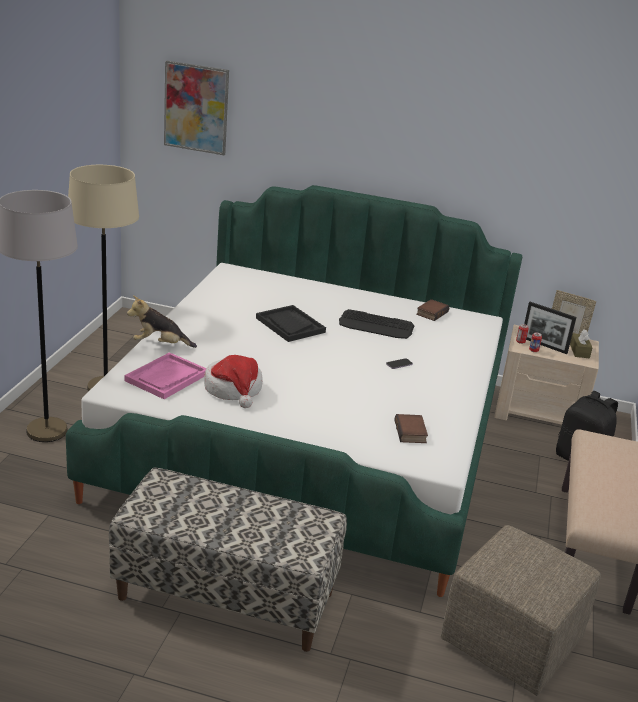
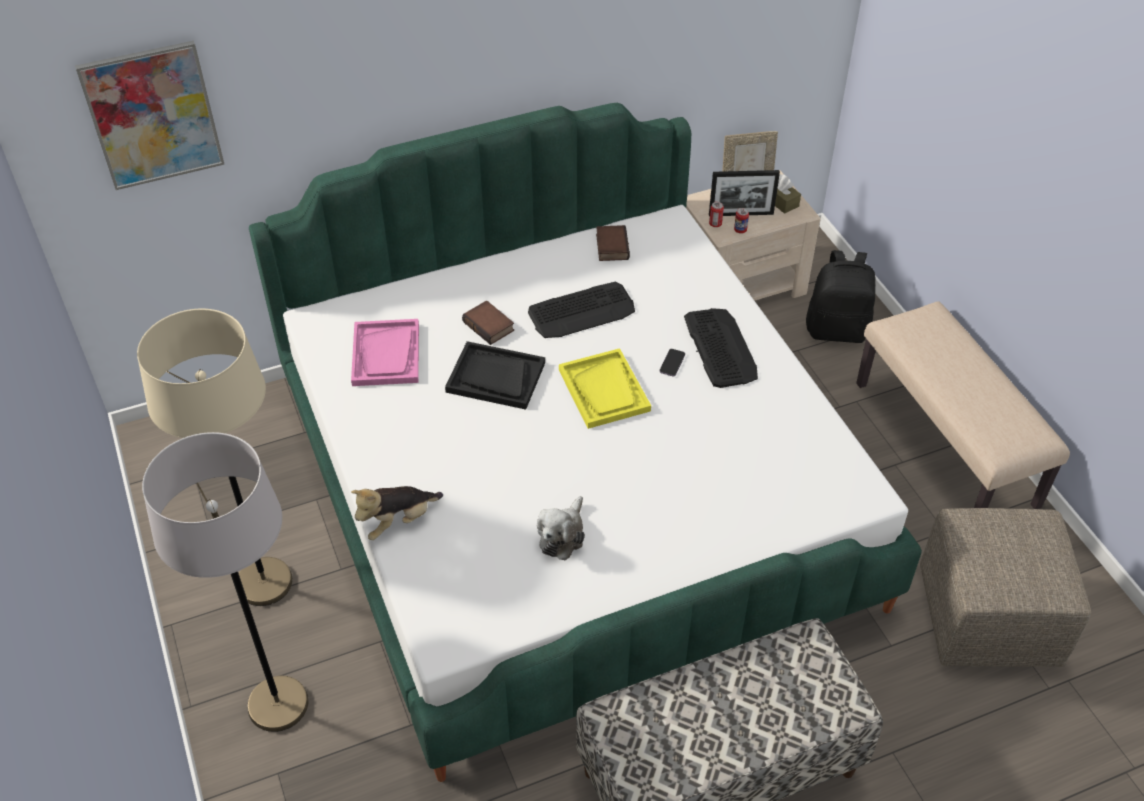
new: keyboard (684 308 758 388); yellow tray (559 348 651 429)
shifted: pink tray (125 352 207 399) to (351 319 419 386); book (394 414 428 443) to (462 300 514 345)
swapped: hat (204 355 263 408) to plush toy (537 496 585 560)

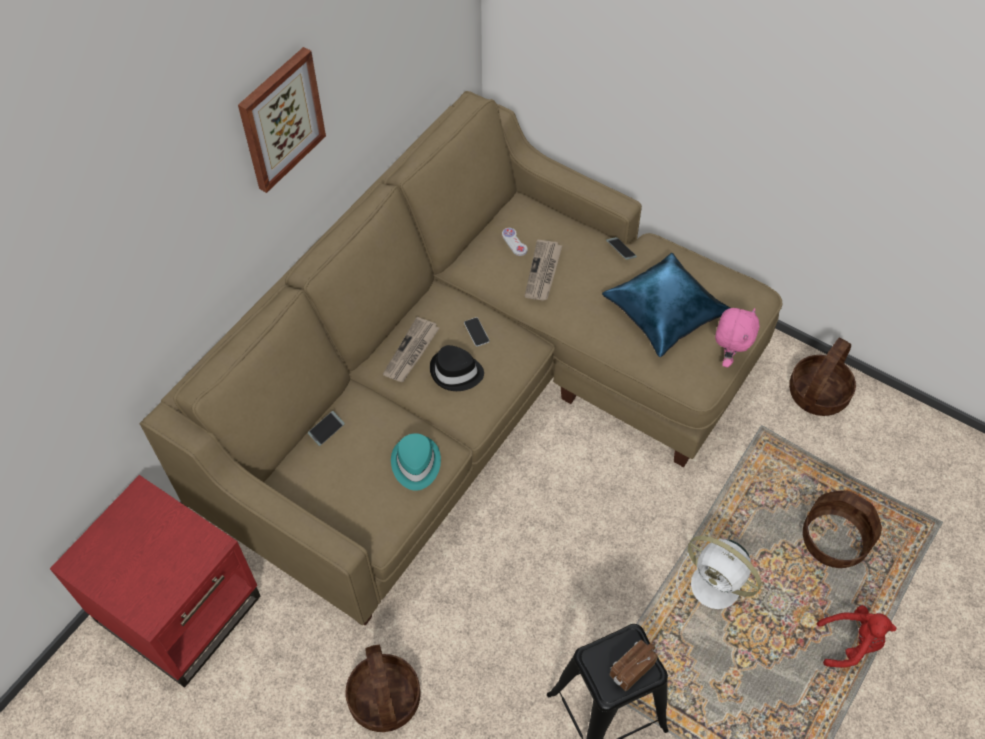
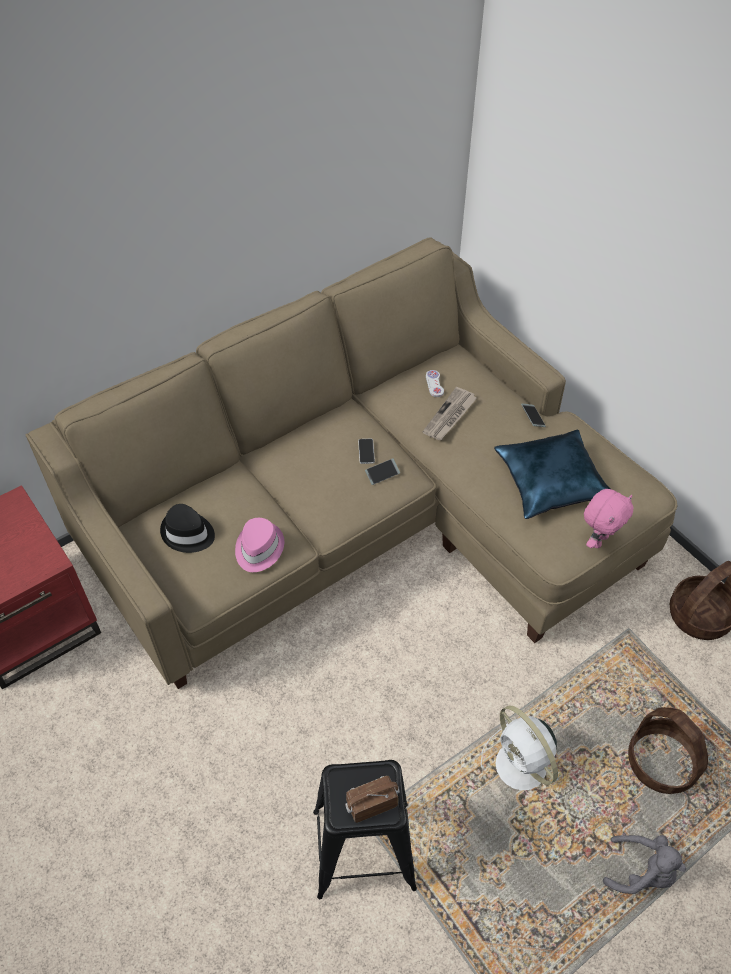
gone: picture (238 47 326 193); newspaper (383 317 439 382); basket (345 644 421 732)
shifted: black hat (430 345 484 391) to (160 504 215 553); phone (308 411 345 446) to (365 459 400 485)
repainted: turquoise hat (391 433 441 491) to pink hat (235 518 284 572); red plush toy (817 605 896 668) to grey plush toy (603 835 686 894)

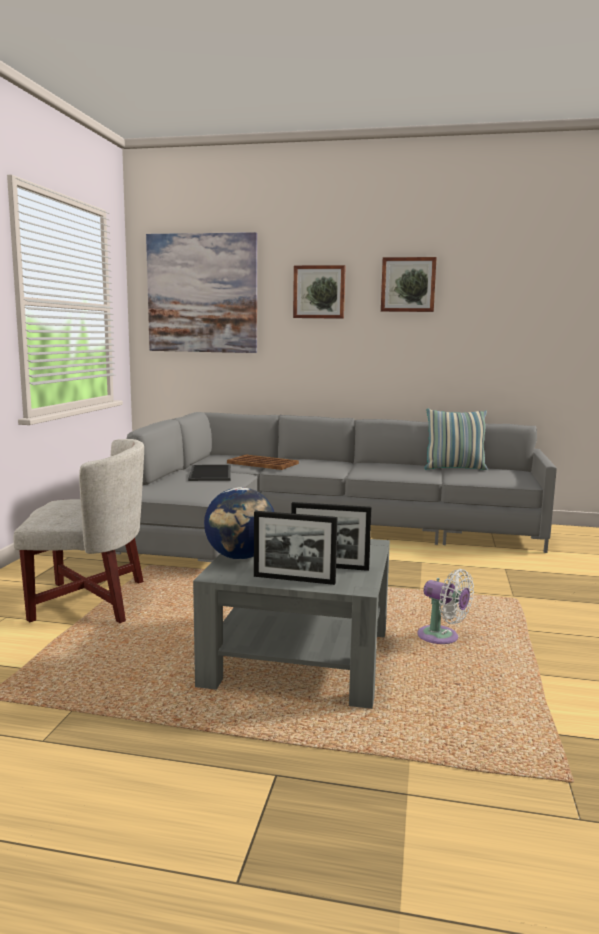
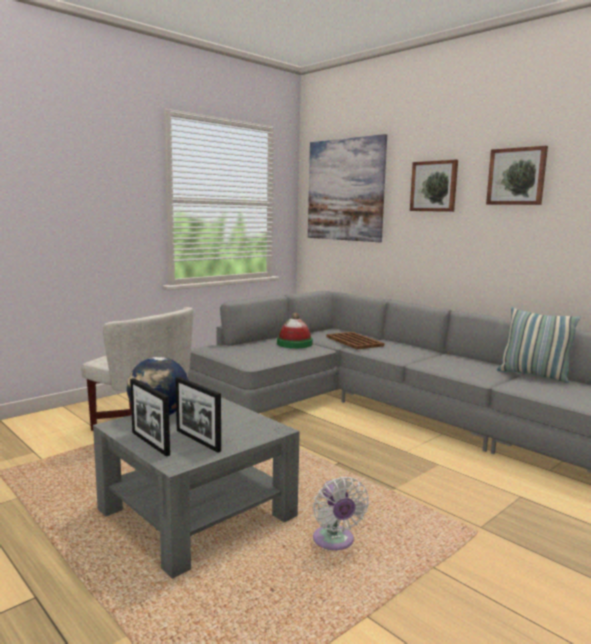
swapped: tray (188 464 231 481) to hat (277 313 313 348)

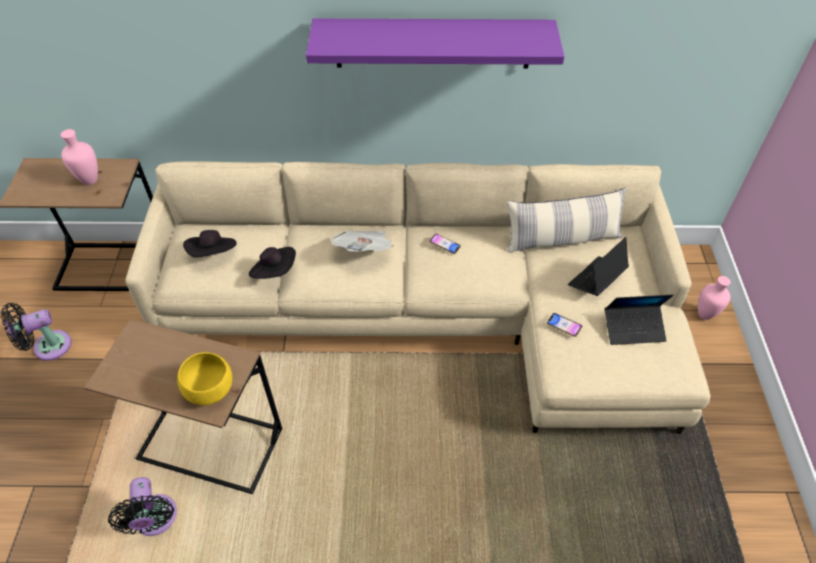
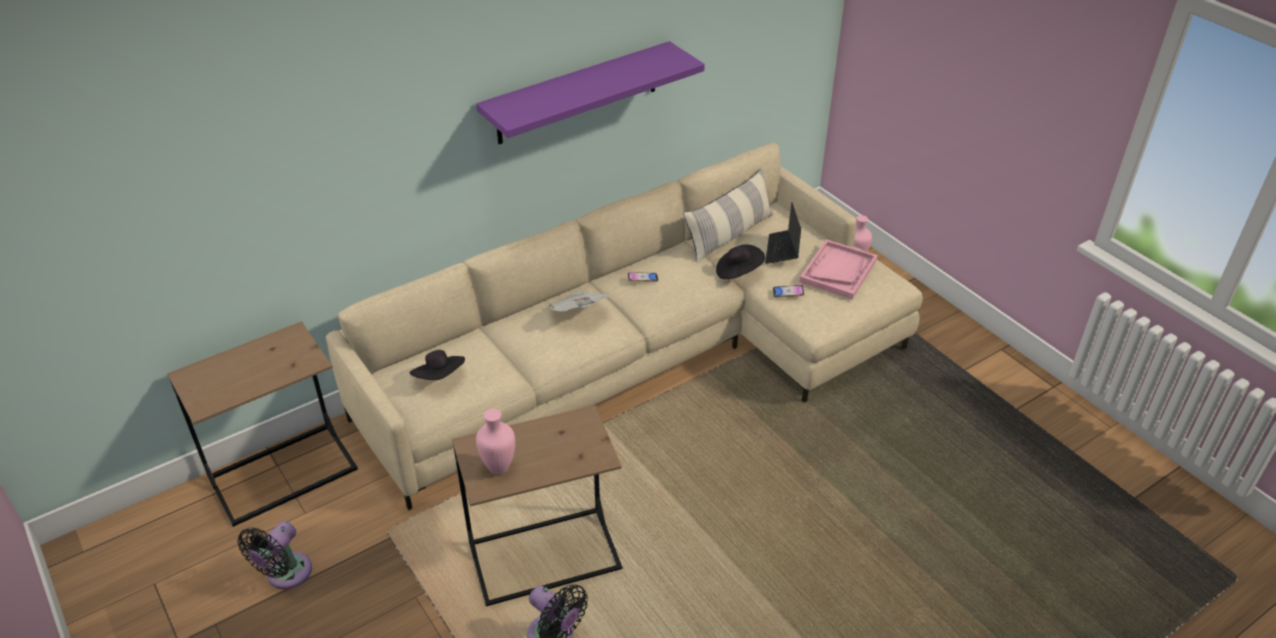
gone: yellow bowl (177 352 232 405)
shifted: pink vase (61 129 98 185) to (476 409 515 475); black hat (249 247 296 279) to (716 244 765 280)
swapped: laptop (605 294 674 345) to pink tray (800 239 878 299)

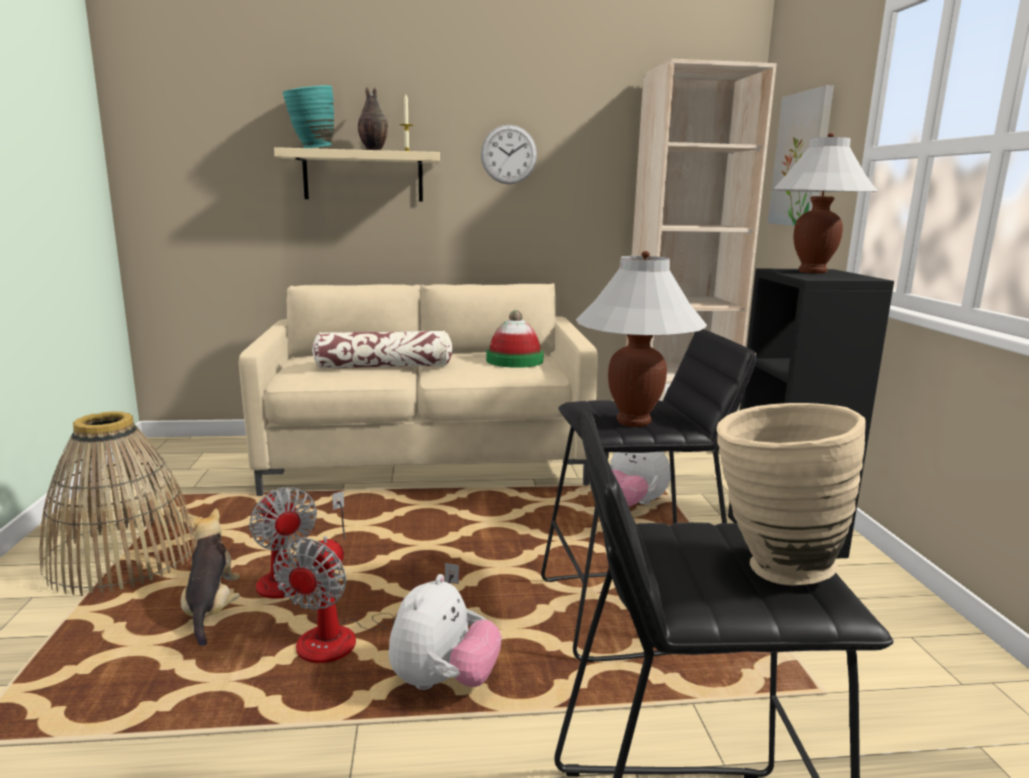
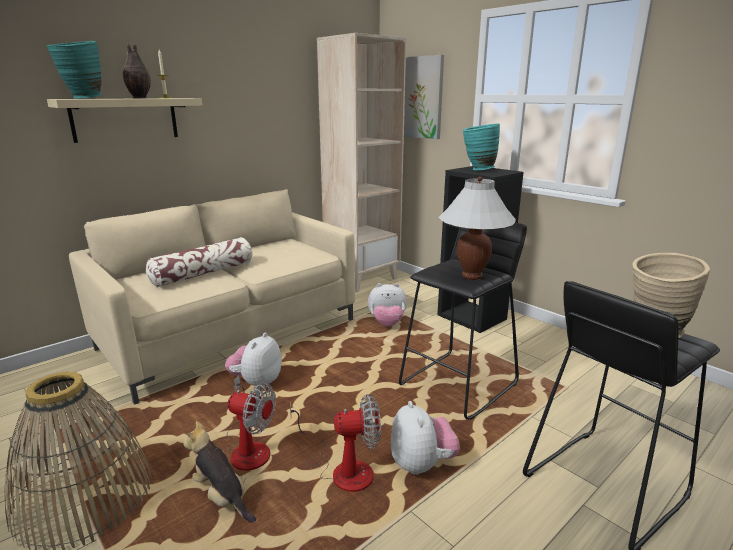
gone: wall clock (481 125 537 184); hat (486 310 544 368)
new: plush toy (225 332 282 388)
swapped: white table lamp (772 133 878 274) to turquoise vase (463 124 500 170)
rotated: fan (273 536 459 663) = (290 394 381 492) 75 degrees counterclockwise

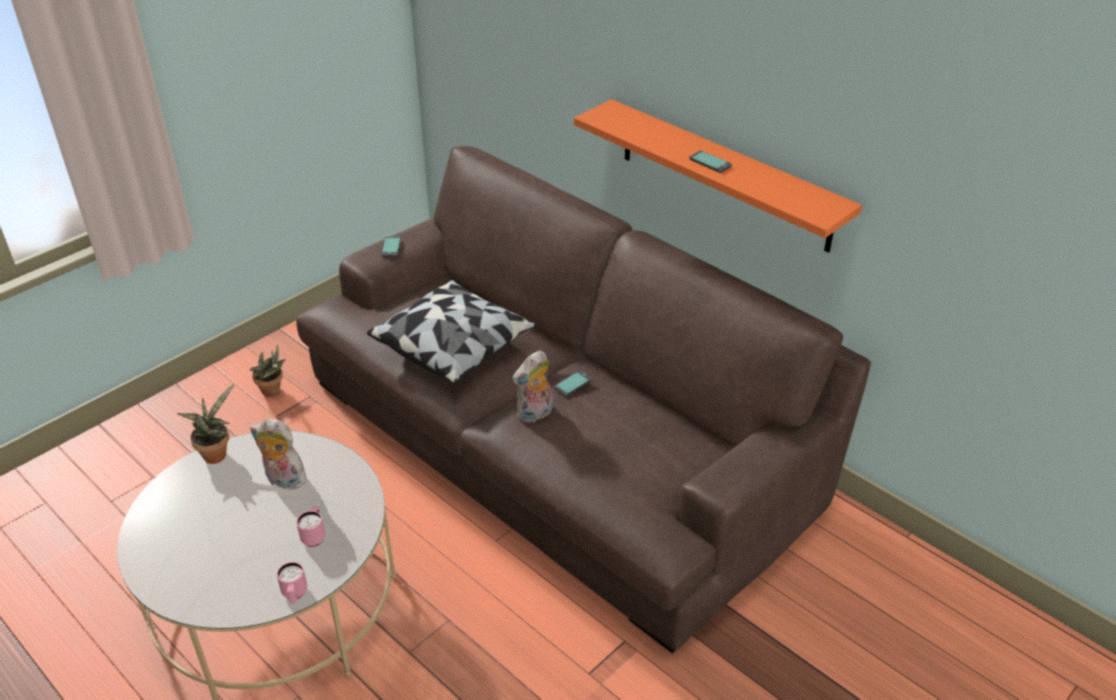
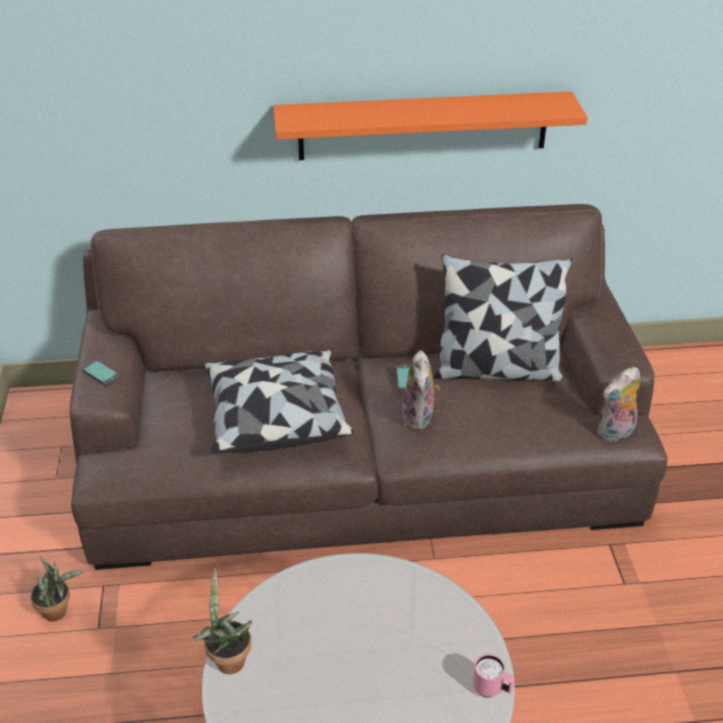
gone: phone (689 151 732 173); pink mug (296 506 325 547)
new: pillow (434 254 572 381)
shifted: plush toy (250 419 307 492) to (597 367 641 441)

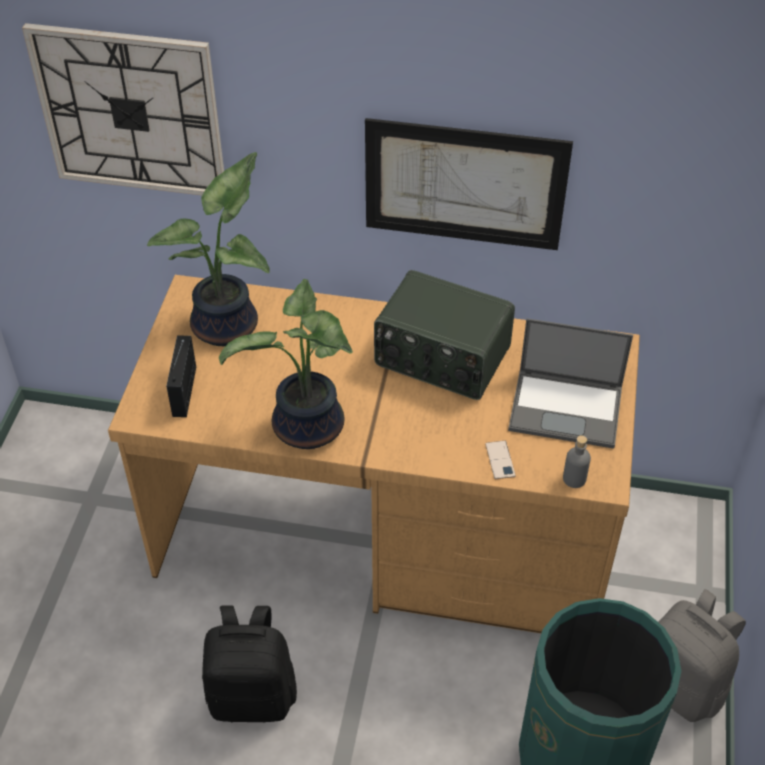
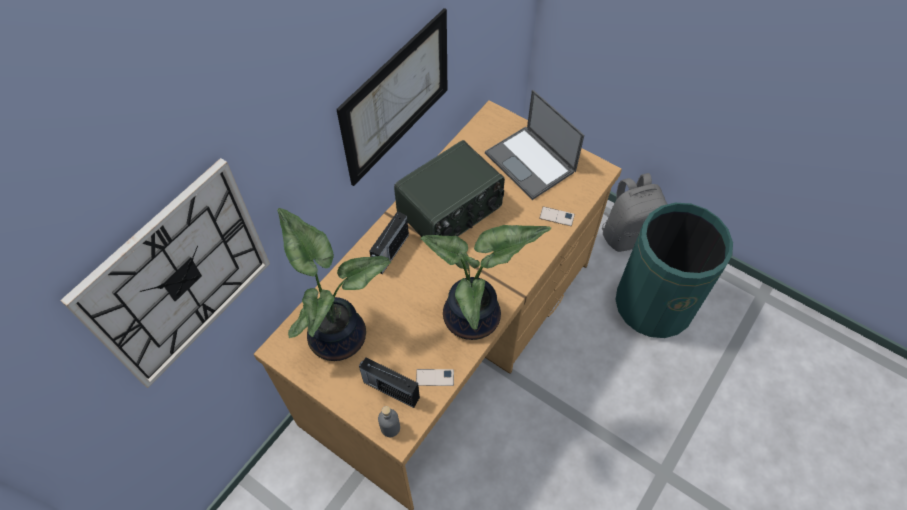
gone: black backpack (202 605 297 723)
new: radio (369 211 409 274); phone (416 369 454 386)
shifted: grey bottle (563 435 591 488) to (378 406 400 437)
rotated: laptop (508 318 633 449) = (485 90 584 200) 105 degrees clockwise

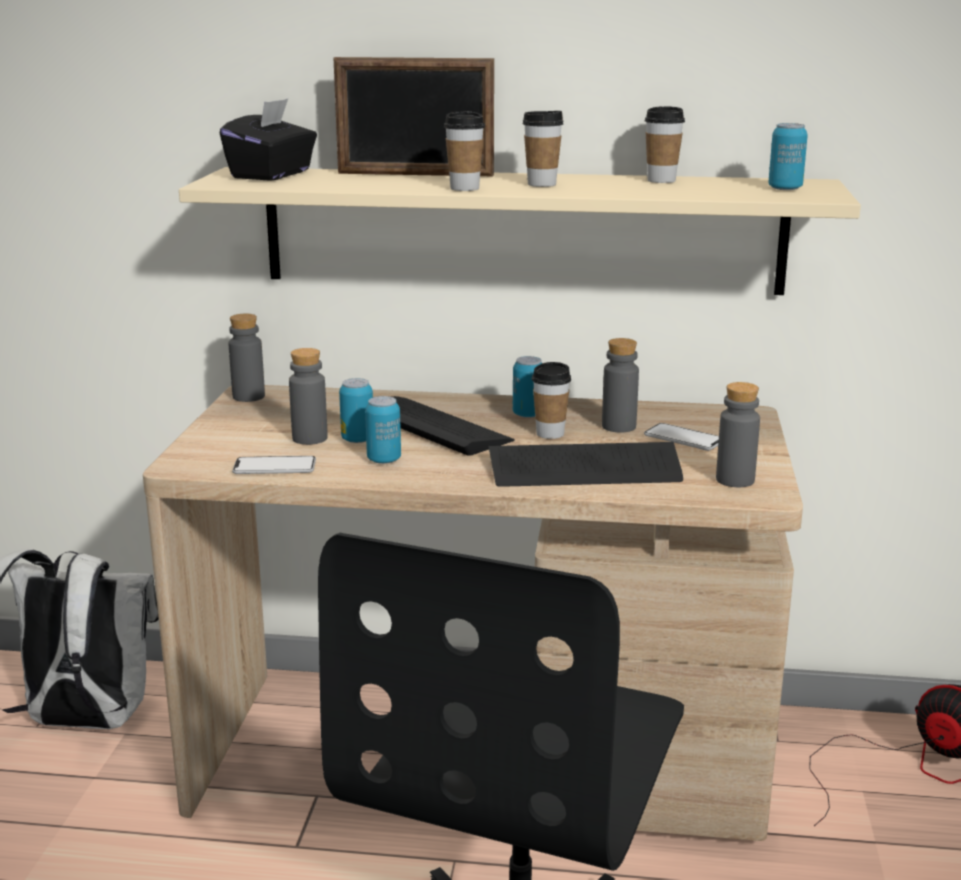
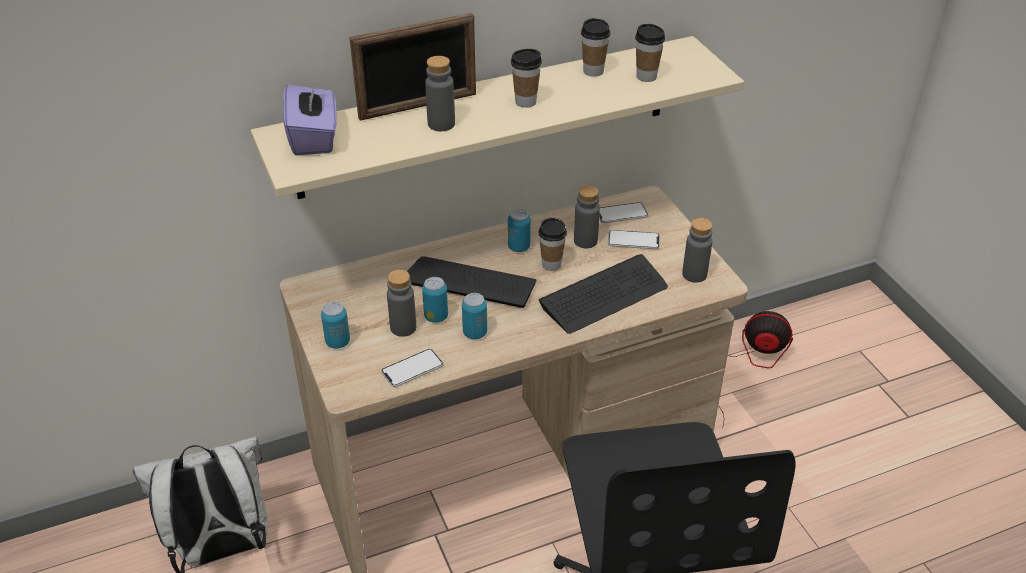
new: phone (599 202 648 223)
shifted: cup (444 112 485 191) to (635 24 665 82); can (768 123 808 190) to (321 302 350 349); grey bottle (229 314 265 402) to (425 56 455 131)
repainted: black tissue box (220 99 317 181) to purple tissue box (283 79 337 156)

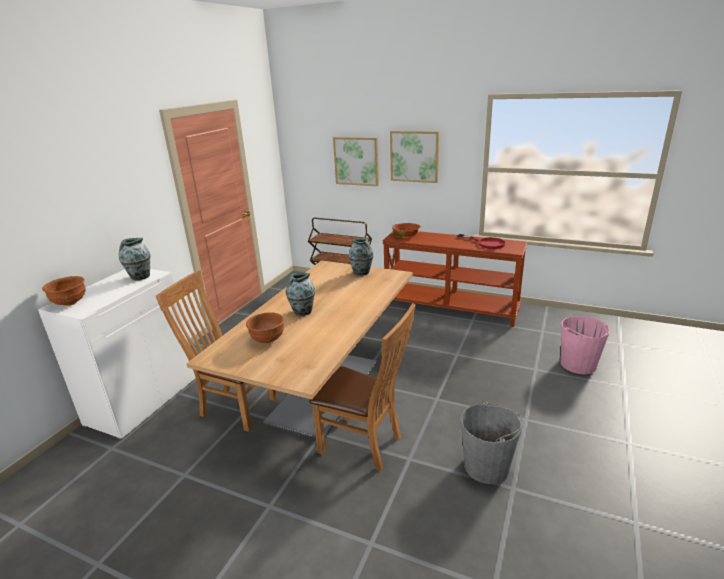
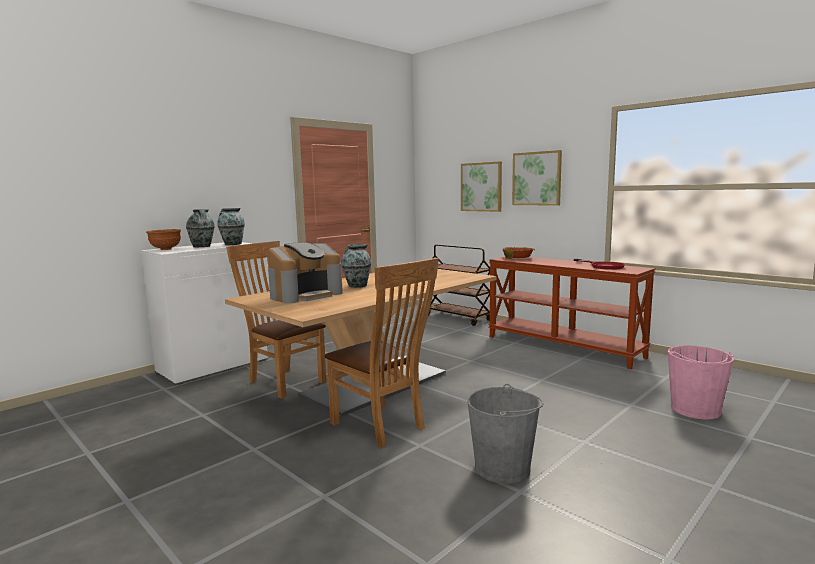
shifted: vase (349 238 374 276) to (186 209 215 247)
swapped: brown bowl (246 312 284 343) to coffee machine (268 242 343 304)

